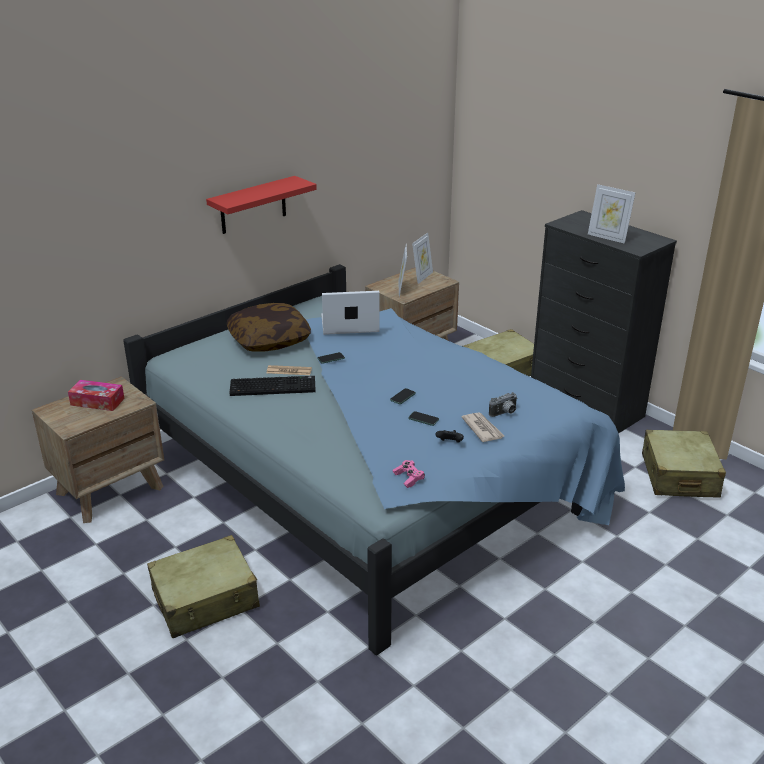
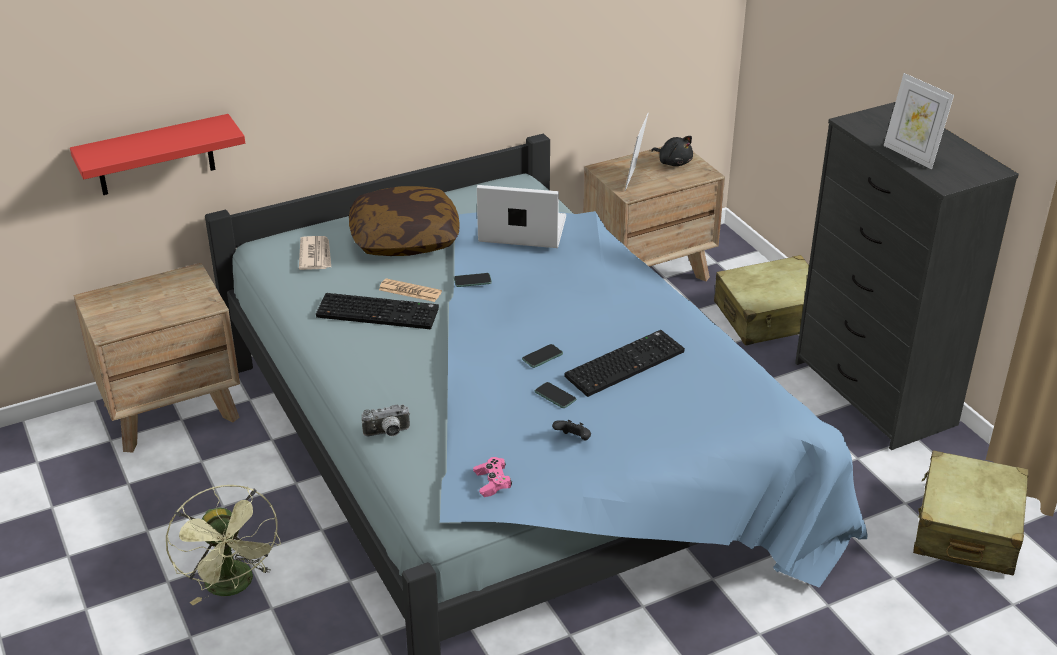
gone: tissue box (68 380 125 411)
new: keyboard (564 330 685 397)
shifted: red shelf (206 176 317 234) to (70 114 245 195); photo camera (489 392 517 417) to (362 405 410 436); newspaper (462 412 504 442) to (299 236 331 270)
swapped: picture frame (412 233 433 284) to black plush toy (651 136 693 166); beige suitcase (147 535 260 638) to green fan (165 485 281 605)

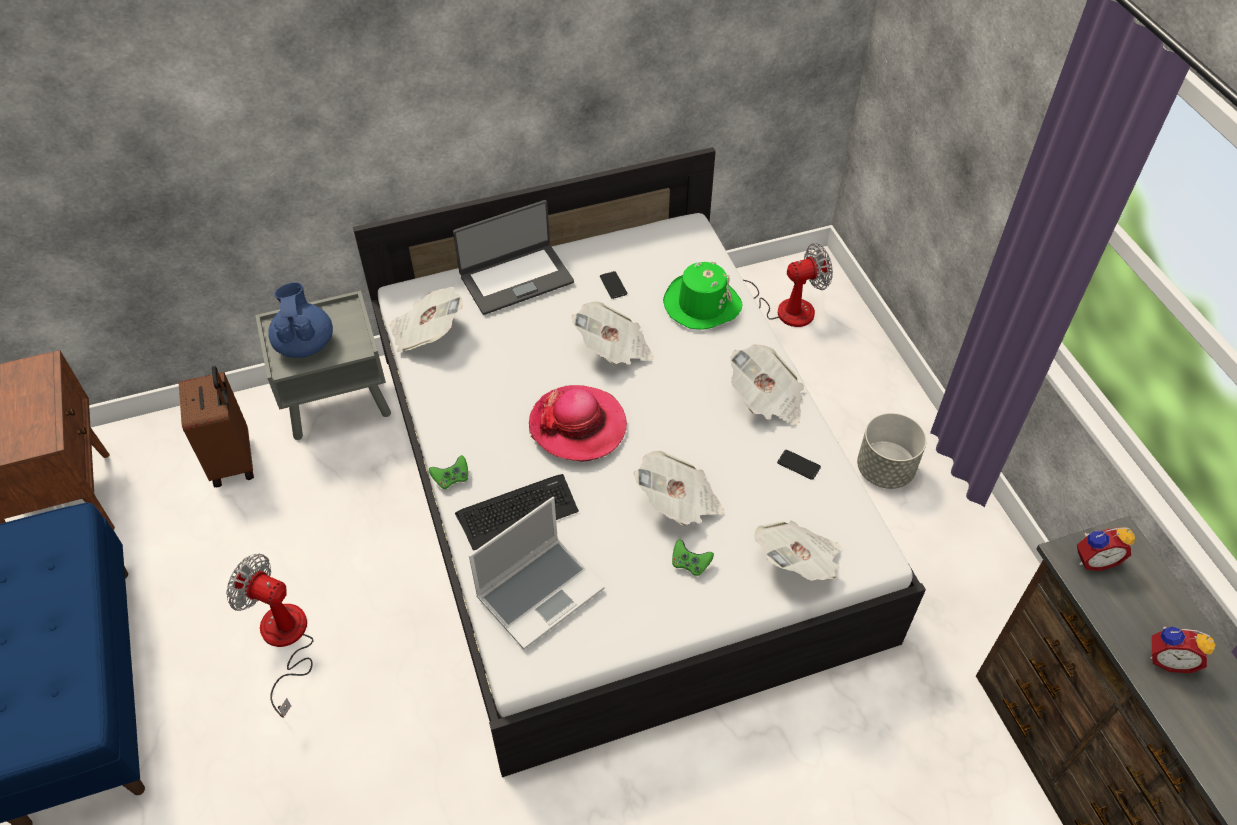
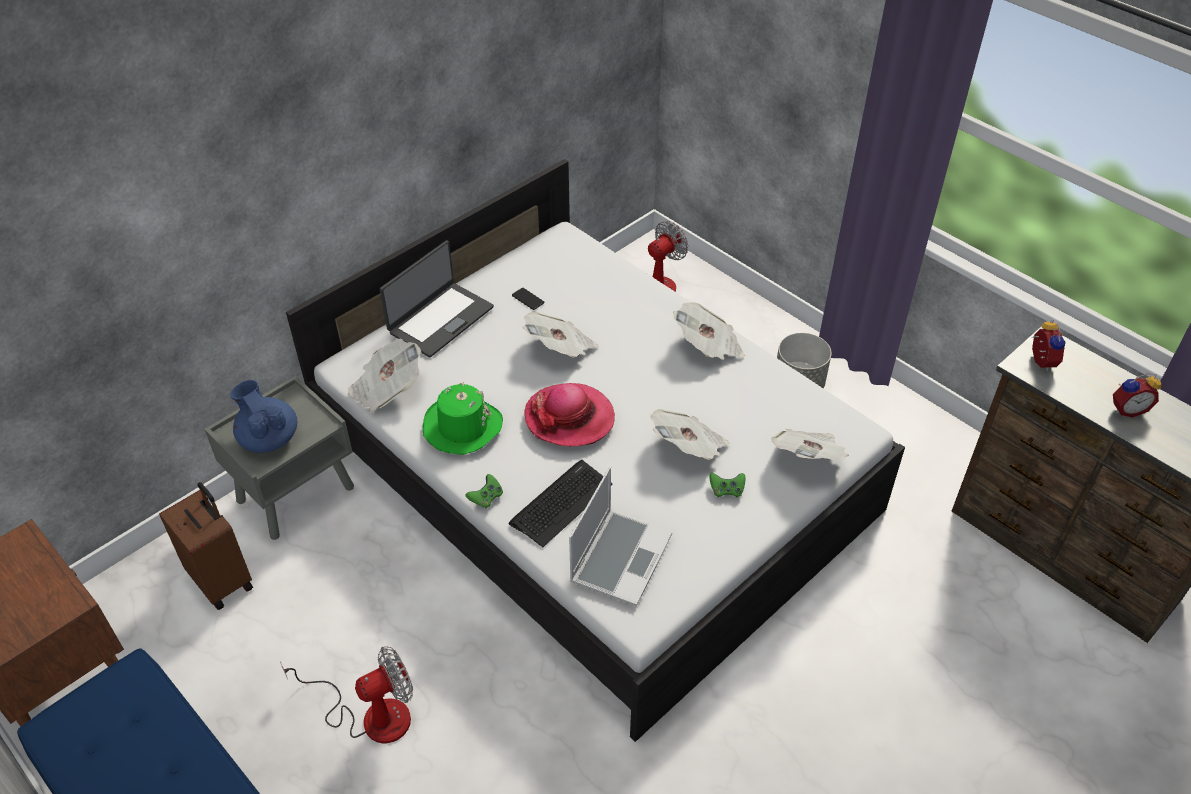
gone: phone (777 450 821 480)
shifted: green hat (663 261 743 329) to (423 382 503 455)
rotated: alarm clock (1077 527 1135 571) = (1032 319 1066 371) 60 degrees counterclockwise; fan (226 554 313 718) = (280 647 413 743) 150 degrees clockwise

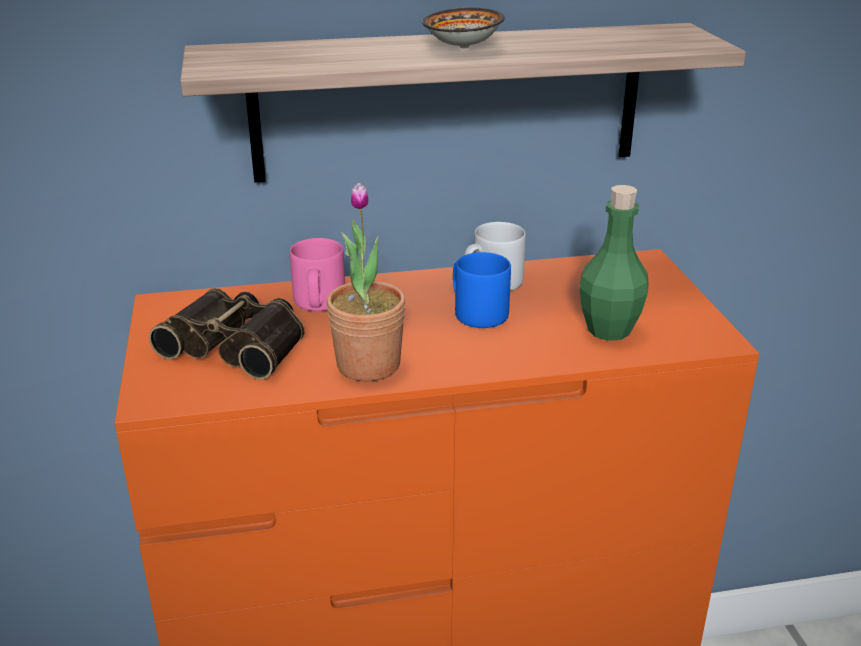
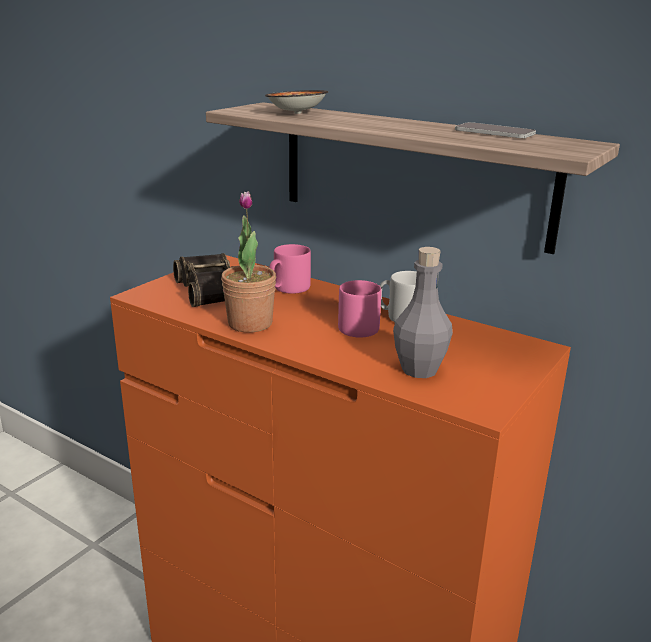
new: phone (455 122 536 138)
shifted: bowl (422 8 505 48) to (265 90 328 114)
repainted: green bottle (579 185 648 341) to grey bottle (393 247 453 378); blue mug (453 252 511 328) to pink mug (338 280 382 338)

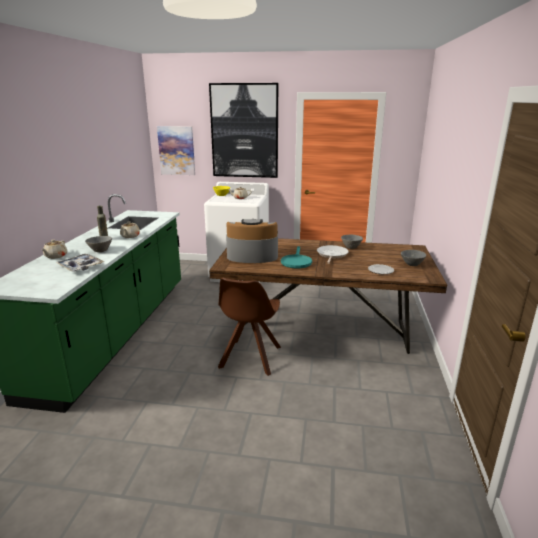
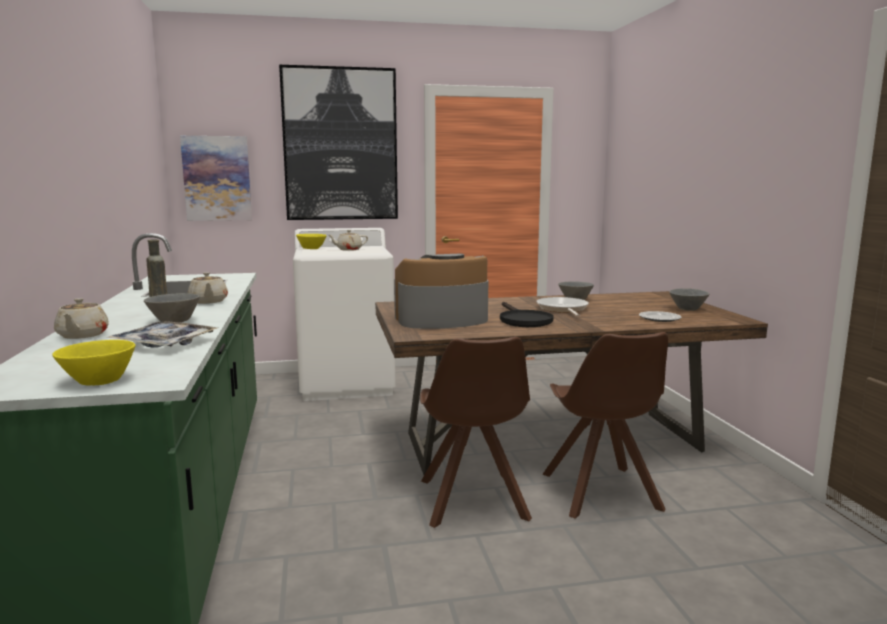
new: brown chair (542 332 668 519); yellow bowl (52 340 136 385)
repainted: turquoise frying pan (281 246 312 269) to black frying pan (500 302 554 327)

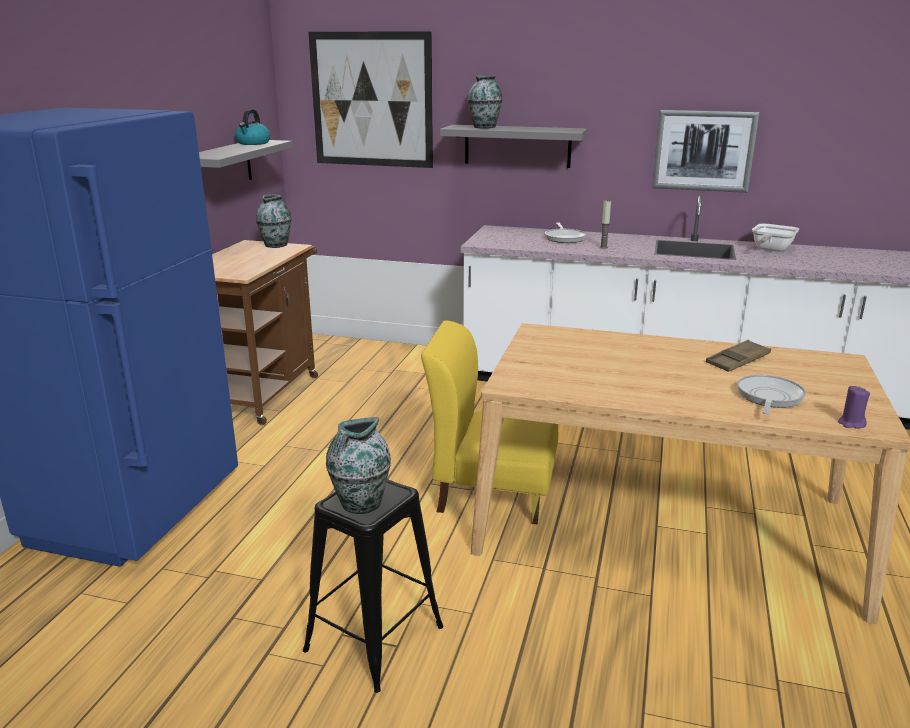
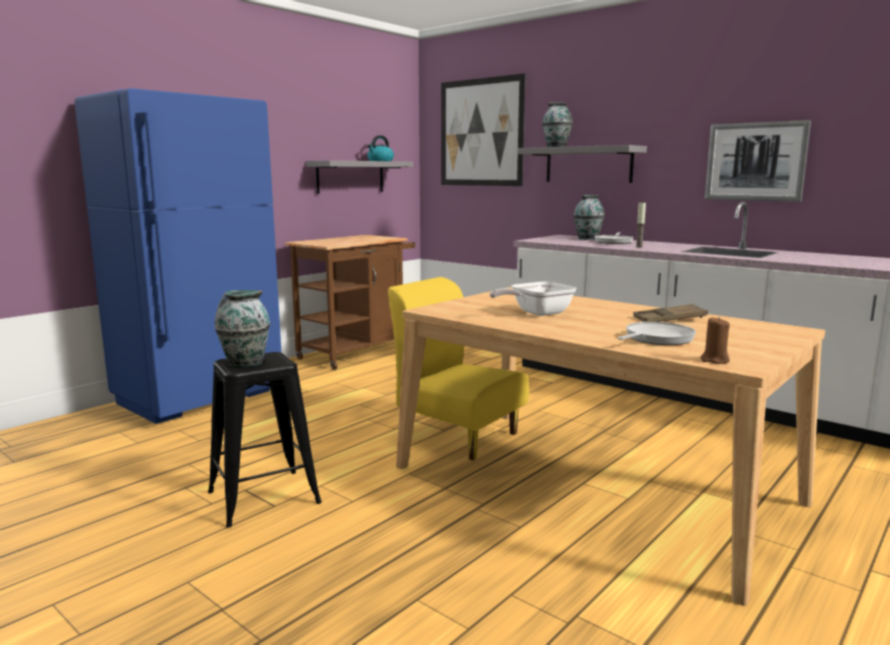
shifted: vase (256 195 292 248) to (573 195 605 239); frying pan (752 224 799 252) to (489 282 577 316)
repainted: purple candle (838 386 870 429) to brown candle (700 317 730 364)

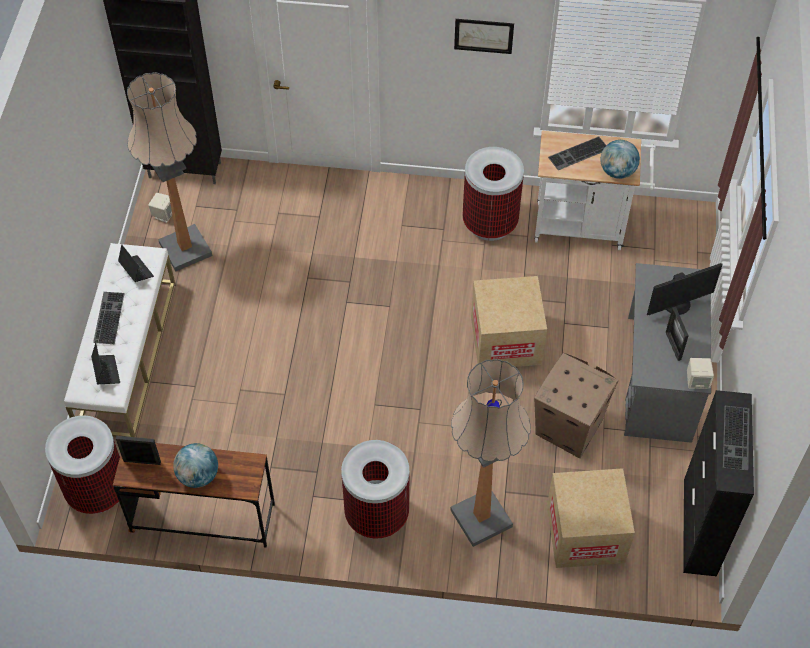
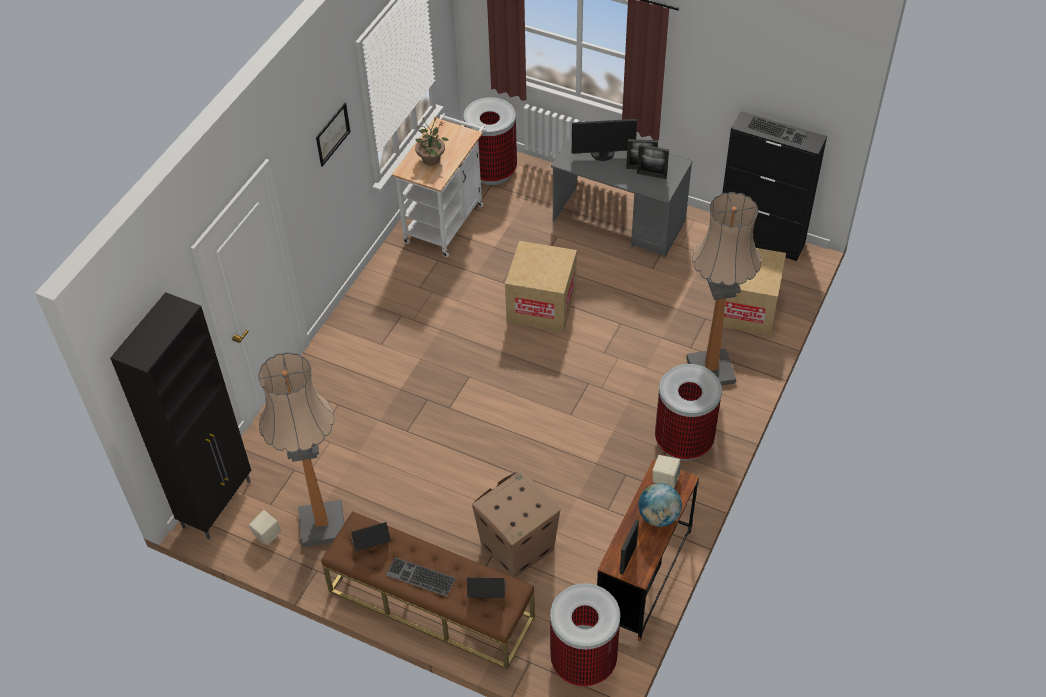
gone: globe (600 140 640 179)
new: picture frame (637 144 669 179)
shifted: trash can (463 147 524 241) to (464 97 517 185); cardboard box (534 353 618 458) to (472 470 560 578); beige speaker (687 358 714 389) to (652 455 680 488)
swapped: keyboard (548 136 606 170) to potted plant (415 117 449 165)
repainted: white bench (64 243 175 437) to brown bench (321 512 535 669)
rotated: monitor (647 263 723 315) = (572 119 637 161) 90 degrees clockwise

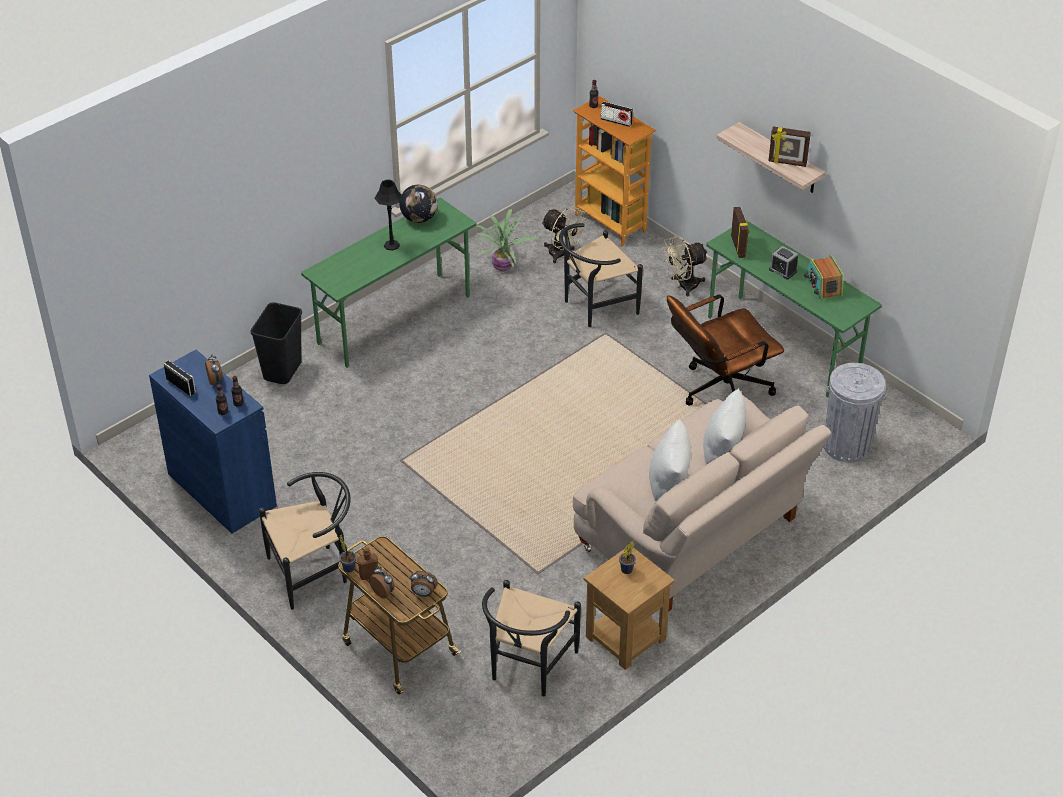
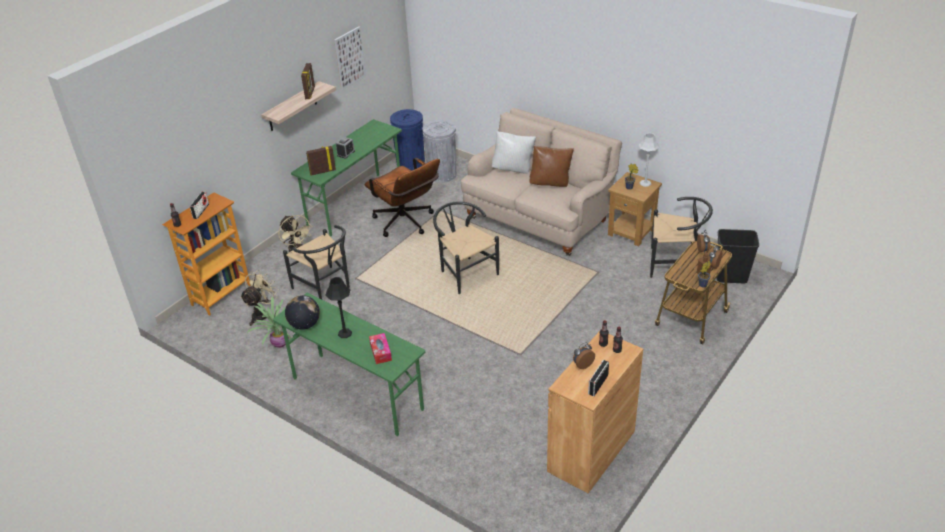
gone: radio (804 255 843 300)
new: picture (334 26 366 90); blue trash can (390 109 425 171); grey table lamp (639 133 659 187); tissue box (369 333 392 364)
shifted: black trash can (251 302 302 384) to (716 229 759 283); black chair (259 472 350 610) to (433 201 499 294)
repainted: blue cabinet (149 350 277 534) to brown cabinet (547 331 643 493); white pillow (649 419 691 501) to brown pillow (530 146 574 187)

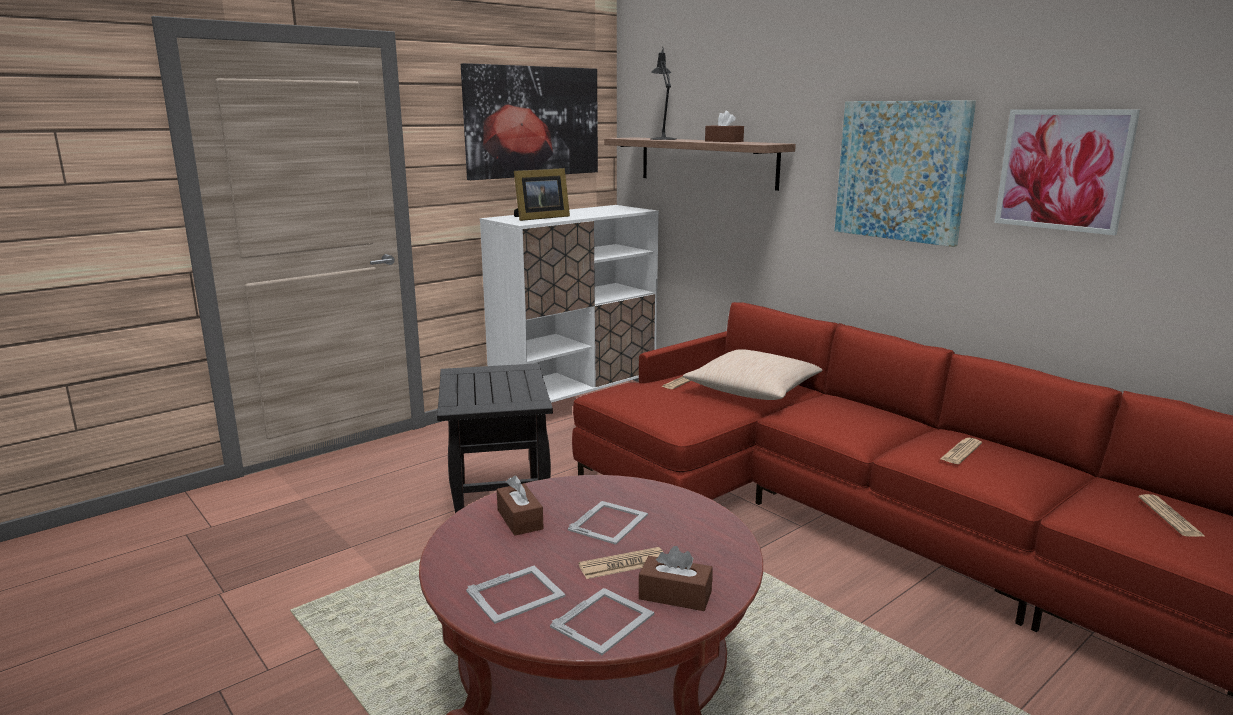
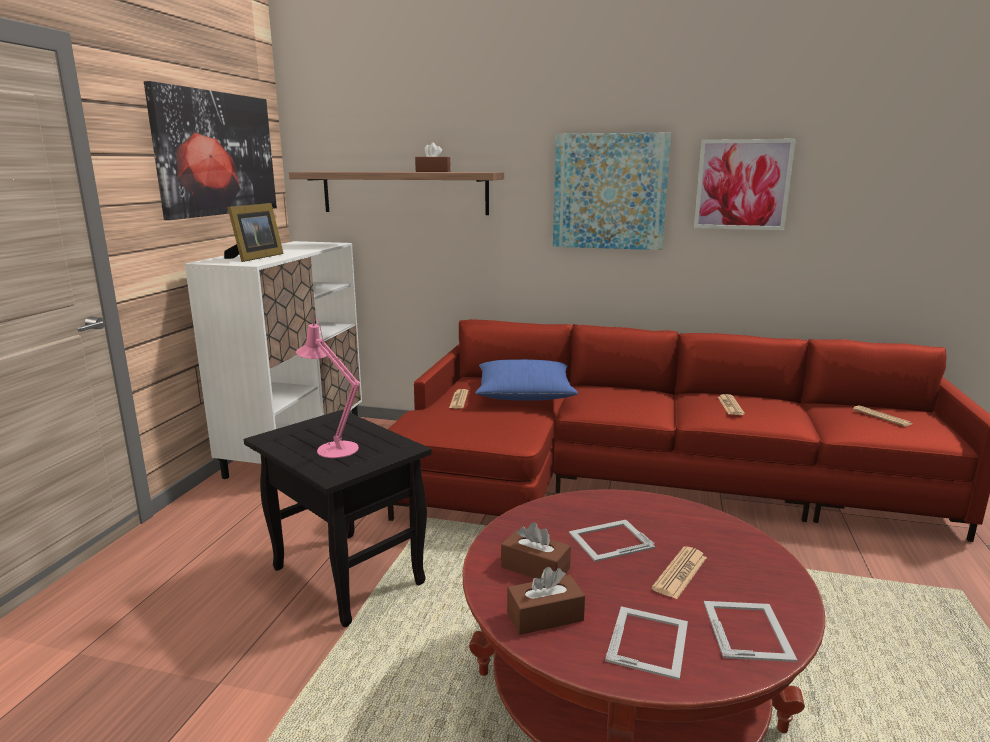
gone: black table lamp (650 47 676 140)
new: pink table lamp (296 318 360 458)
shifted: brown tissue box (639 546 713 611) to (507 567 585 635)
repainted: beige pillow (683 349 823 400) to blue pillow (475 359 578 401)
rotated: picture frame (568 501 648 545) = (569 520 655 562) 105 degrees counterclockwise

